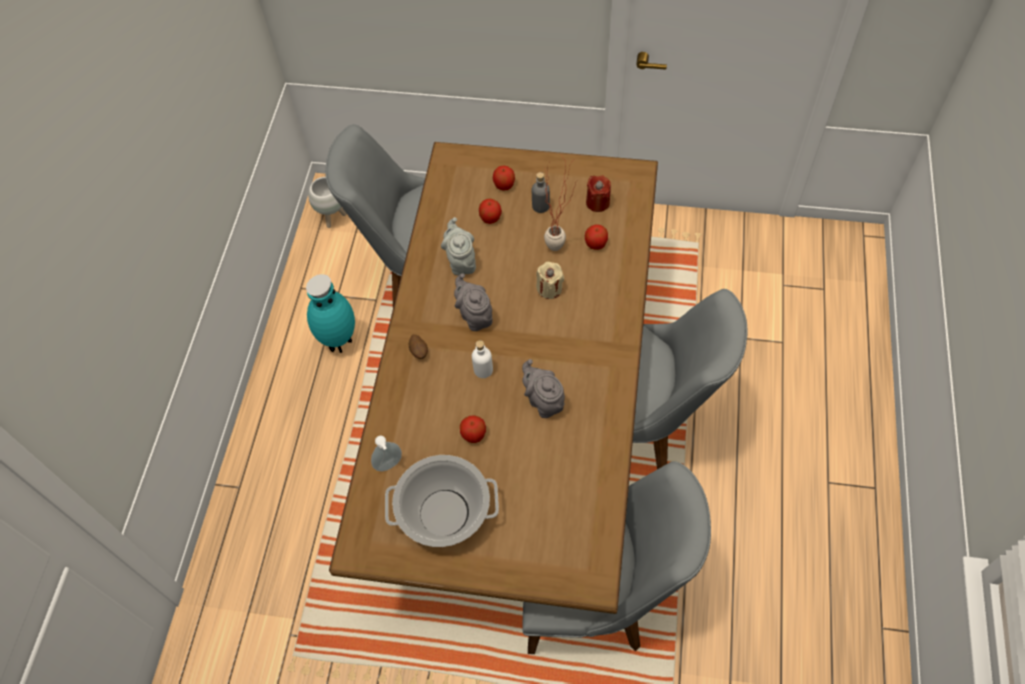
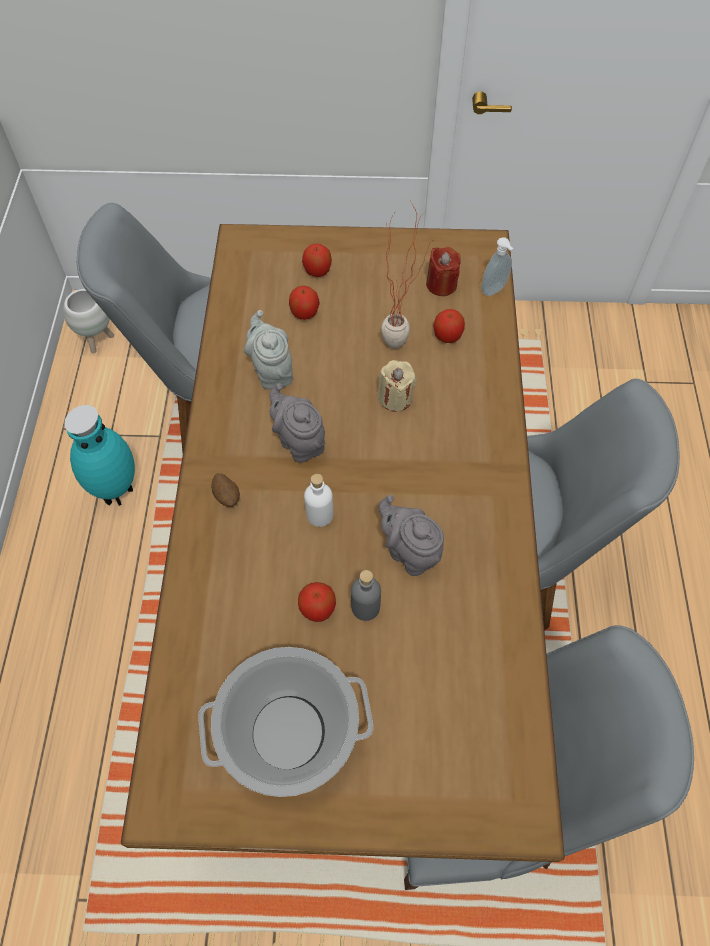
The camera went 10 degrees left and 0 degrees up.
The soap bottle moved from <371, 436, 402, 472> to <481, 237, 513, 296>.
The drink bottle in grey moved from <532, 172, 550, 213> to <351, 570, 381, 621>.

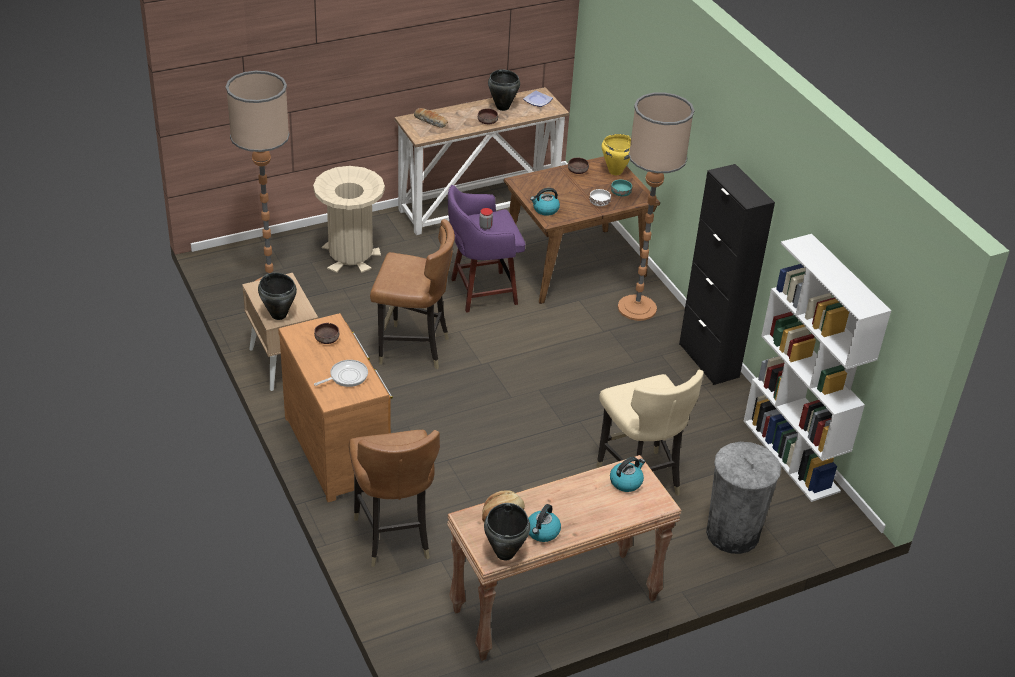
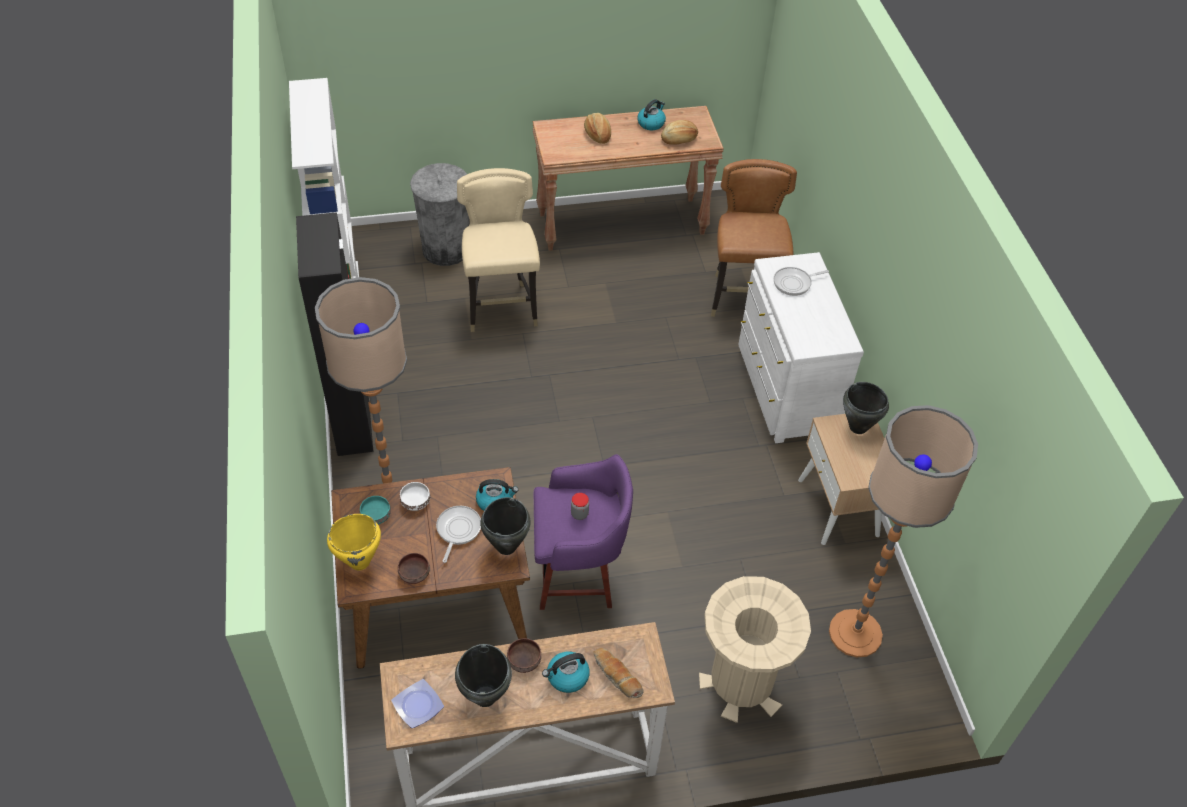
The camera went 165 degrees left and 10 degrees up.
The dresser in brown-coloured at <278, 313, 393, 502> became the dresser in white at <738, 252, 864, 443>.
The bowl in brown-coloured at <314, 323, 339, 344> disappeared.
The upright chair in brown-coloured at <370, 219, 455, 369> disappeared.
The stockpot in black moved from <484, 503, 530, 560> to <480, 497, 531, 555>.
The kettle moved from <610, 457, 645, 492> to <542, 652, 590, 693>.
The frying pan at <436, 506, 481, 563> appeared.
The bakery bread at <584, 113, 611, 144> appeared.

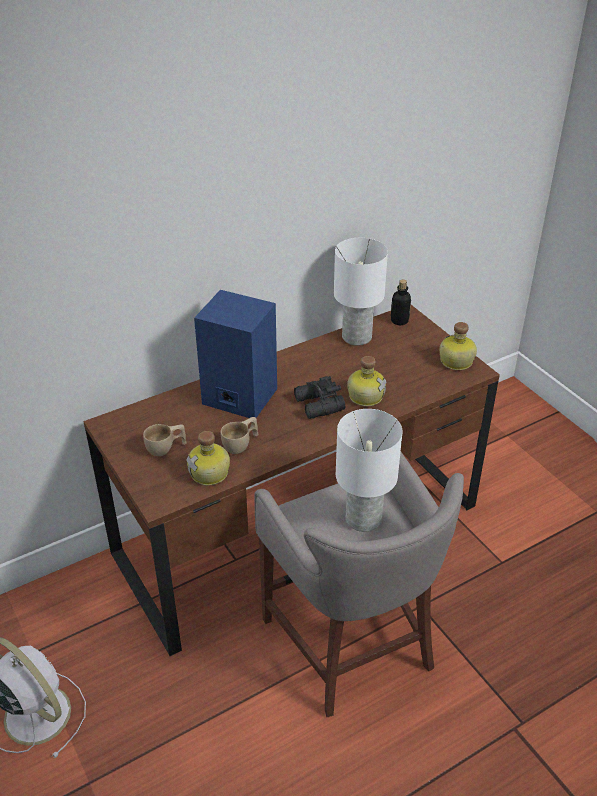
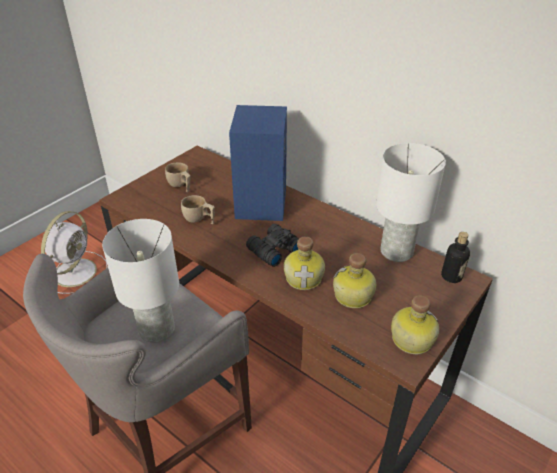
The camera went 70 degrees right and 0 degrees up.
The drink bottle moved from <186, 431, 230, 486> to <333, 253, 376, 308>.

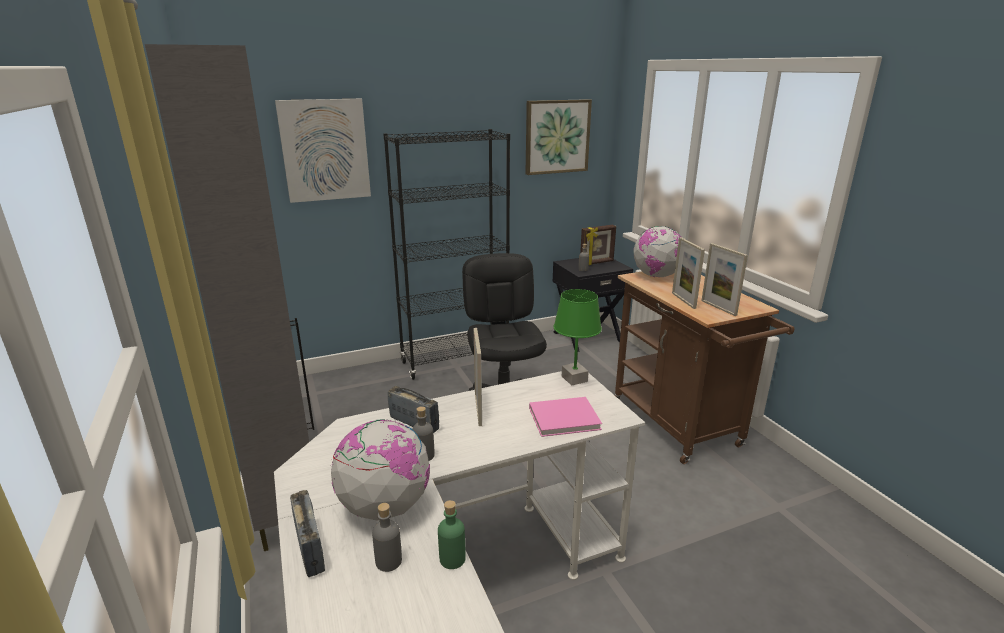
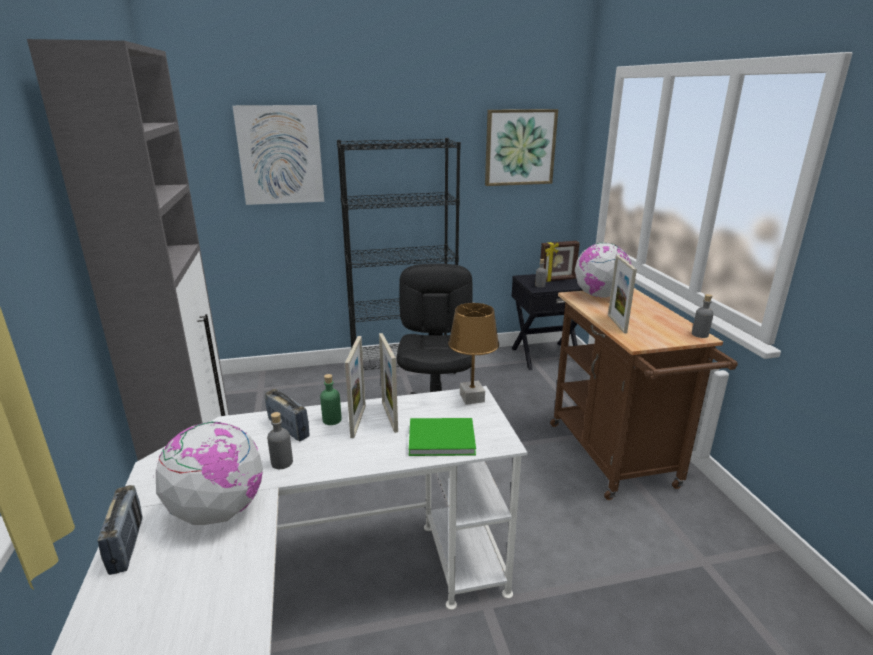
The camera went 10 degrees right and 0 degrees up.
The drink bottle in grey moved from <372, 503, 402, 572> to <692, 294, 714, 338>.
The drink bottle in green moved from <438, 500, 466, 569> to <320, 374, 342, 425>.
The volume in pink-coloured at <529, 397, 602, 437> became the volume in green at <409, 418, 476, 456>.
The tabletop lamp in green at <553, 289, 602, 386> became the tabletop lamp in brown-coloured at <448, 303, 499, 405>.
The picture frame moved from <701, 243, 748, 316> to <379, 333, 398, 433>.

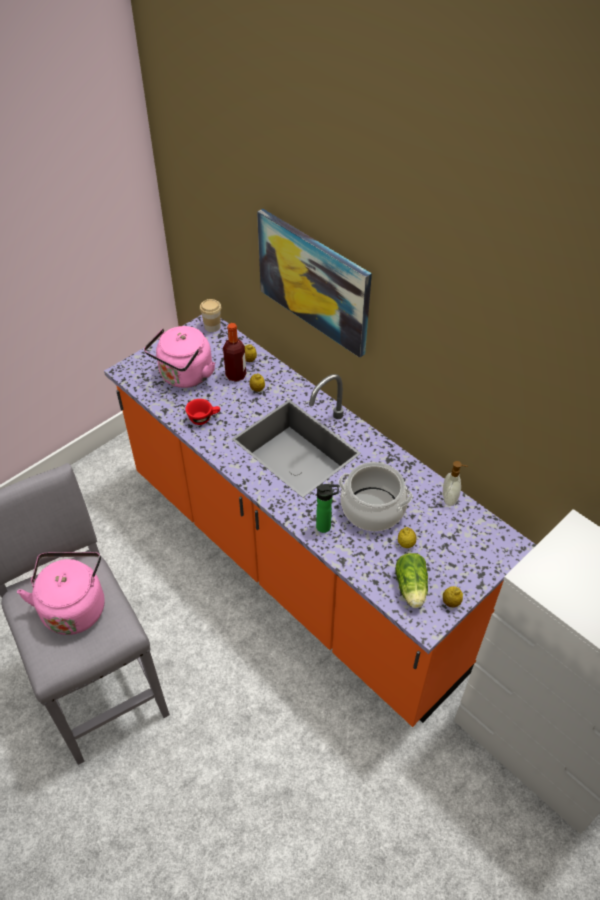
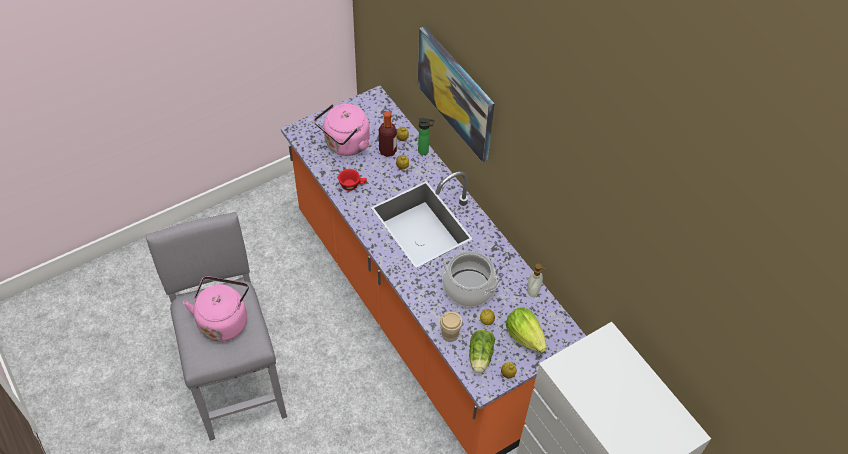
The camera went 10 degrees right and 5 degrees up.
The drinking cup moved from <200, 299, 221, 332> to <440, 312, 462, 342>.
The drink bottle moved from <316, 484, 339, 533> to <418, 118, 434, 155>.
The lettuce at <506, 307, 547, 353> appeared.

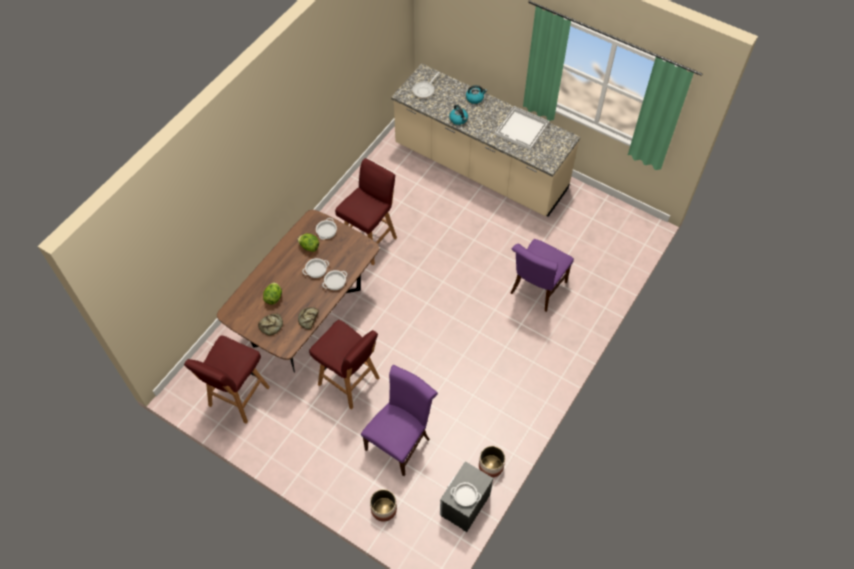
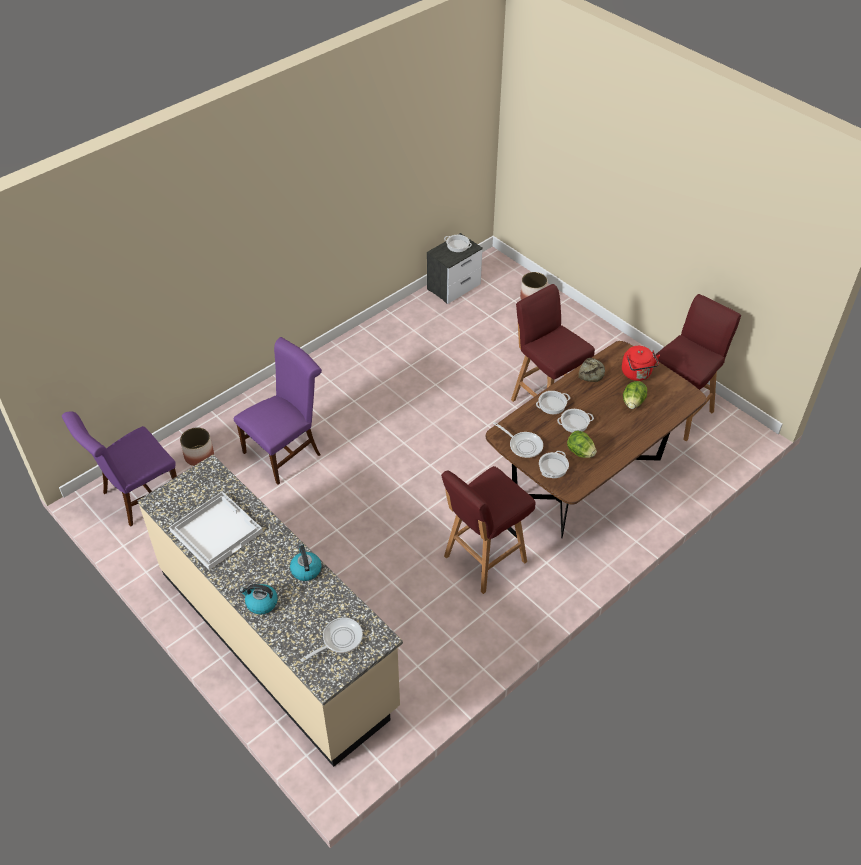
The camera went 165 degrees left and 10 degrees down.
The bakery bread at <258, 313, 283, 335> was replaced by the kettle in red-coloured at <622, 346, 660, 381>.
The upright chair in purple-coloured moved from <361, 365, 438, 476> to <62, 411, 177, 526>.
The planter moved from <479, 446, 505, 478> to <180, 427, 214, 466>.
The frying pan at <493, 422, 543, 458> appeared.

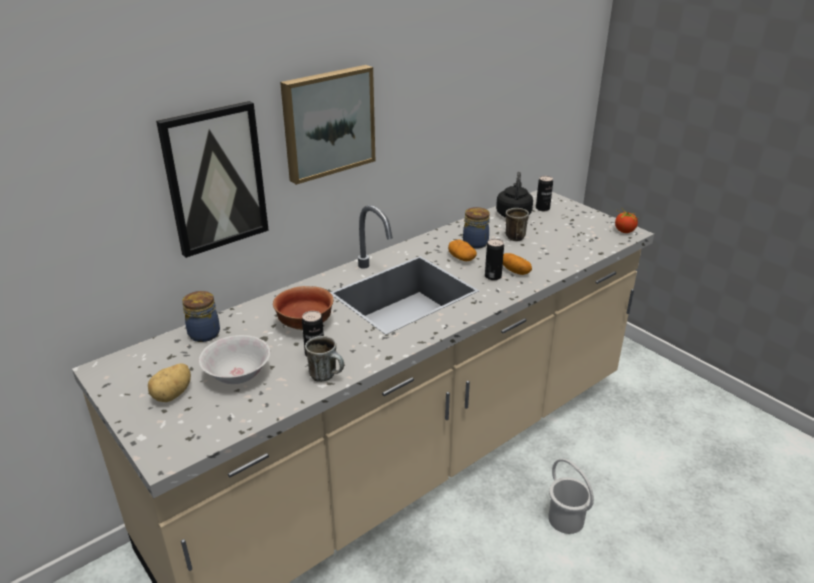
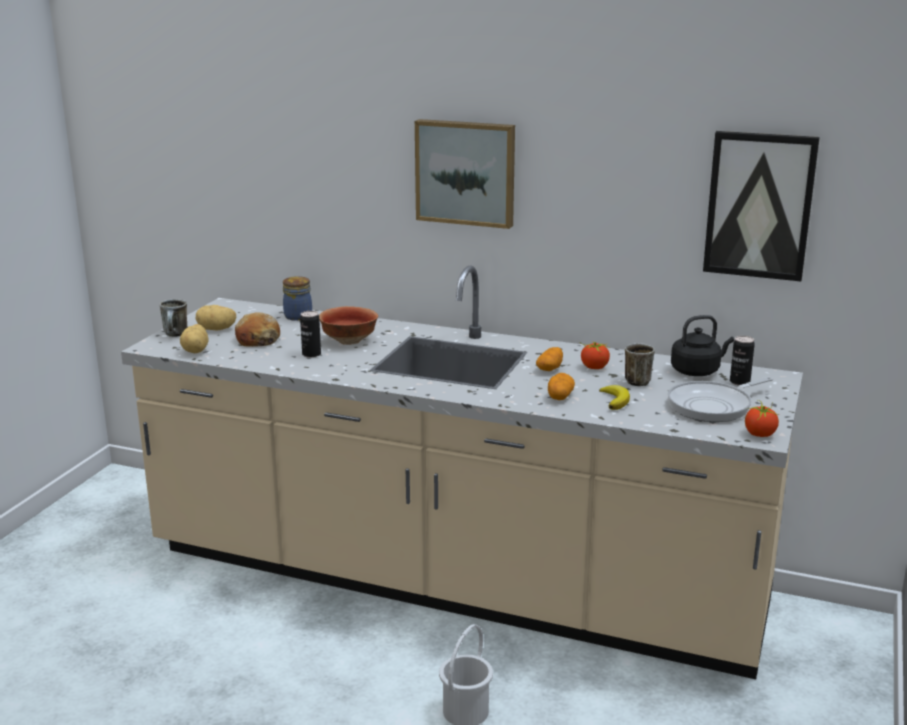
The camera went 60 degrees right and 10 degrees down.
The picture moved from <156, 101, 269, 258> to <703, 131, 820, 281>.
The bowl in white at <199, 335, 270, 384> was replaced by the bakery bread at <235, 312, 280, 347>.
The coffee mug moved from <305, 336, 344, 382> to <160, 299, 187, 337>.
The jar at <463, 207, 490, 249> was replaced by the fresh tomato at <581, 342, 611, 369>.
The sealed can at <485, 239, 504, 280> disappeared.
The whole potato at <180, 324, 209, 353> appeared.
The banana fruit at <599, 385, 630, 410> appeared.
The frying pan at <668, 377, 773, 422> appeared.

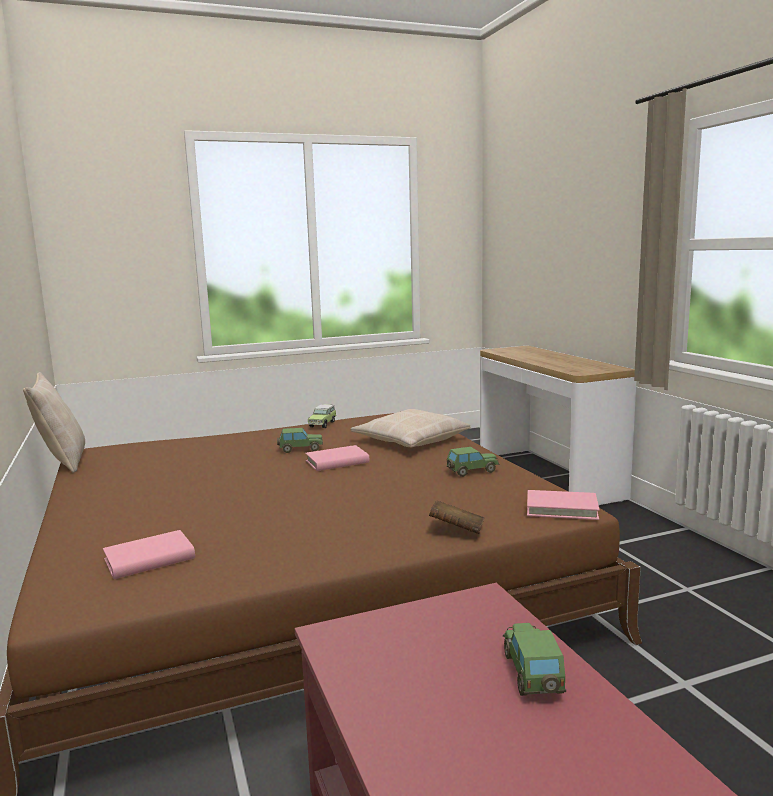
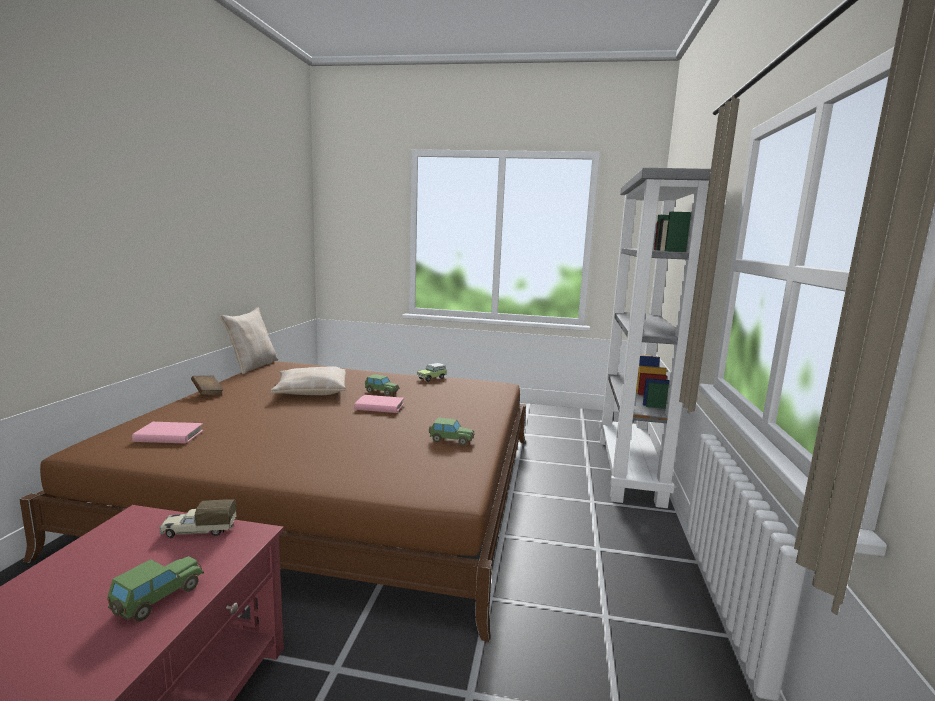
The camera went 30 degrees right and 0 degrees up.
The pillow in sand-coloured moved from <351, 409, 470, 447> to <270, 367, 346, 395>.
The volume in brown-coloured moved from <429, 501, 484, 534> to <191, 376, 223, 395>.
The narrow table at <480, 345, 636, 505> was replaced by the bookcase in grey at <599, 168, 711, 508>.
The volume in pink-coloured at <527, 490, 600, 520> disappeared.
The toy truck at <159, 499, 236, 538> appeared.

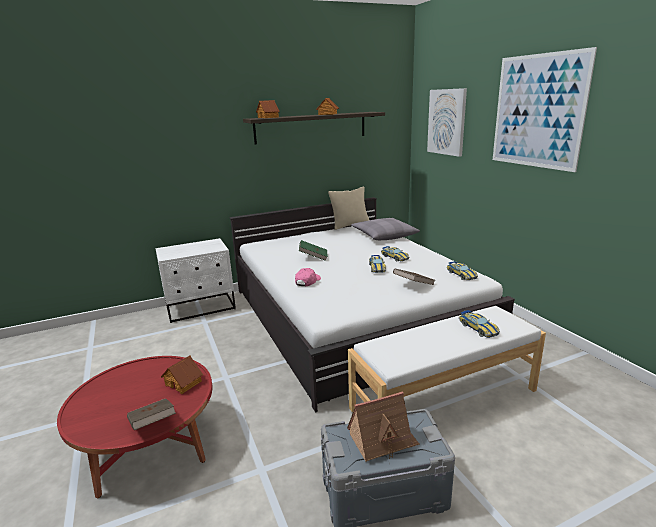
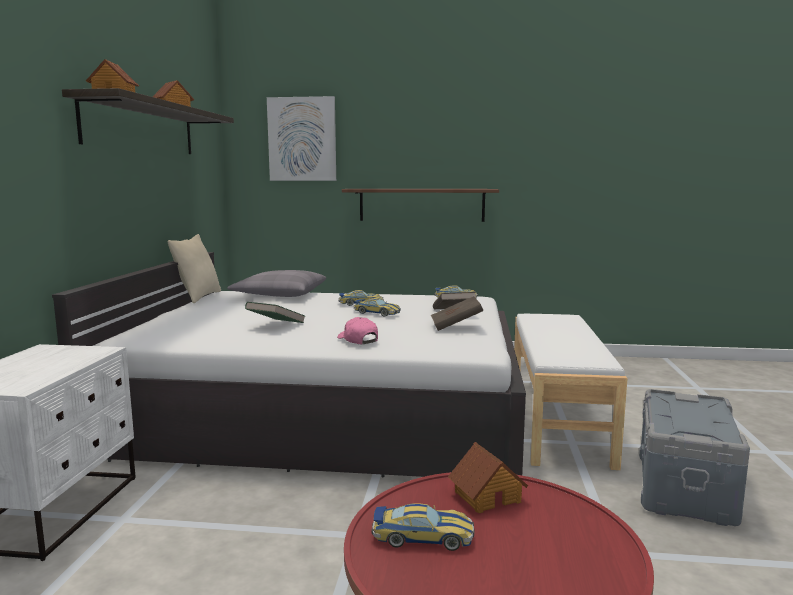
The camera went 60 degrees left and 10 degrees down.
The volume in brown-coloured moved from <127, 398, 176, 430> to <431, 296, 483, 331>.
The toy house at <347, 392, 419, 462> disappeared.
The toy car moved from <459, 310, 500, 338> to <371, 503, 475, 551>.
The picture at <493, 47, 597, 172> disappeared.
The shelf in brown-coloured at <342, 189, 499, 222> appeared.

